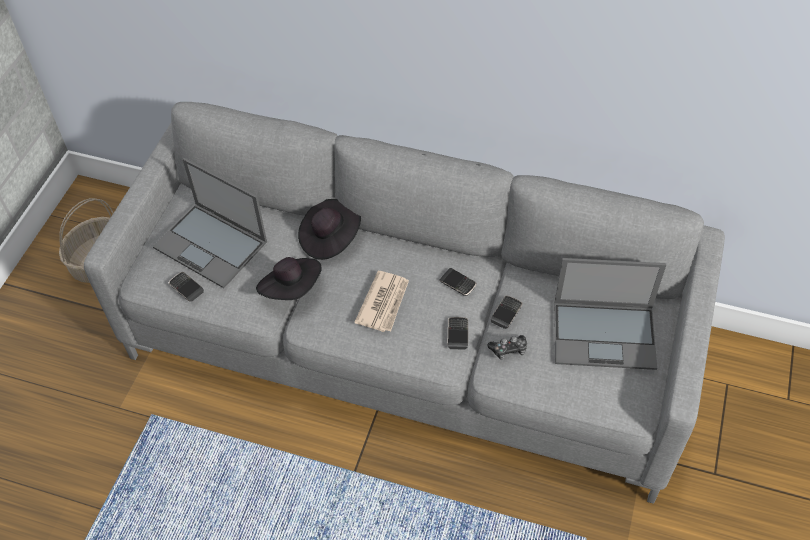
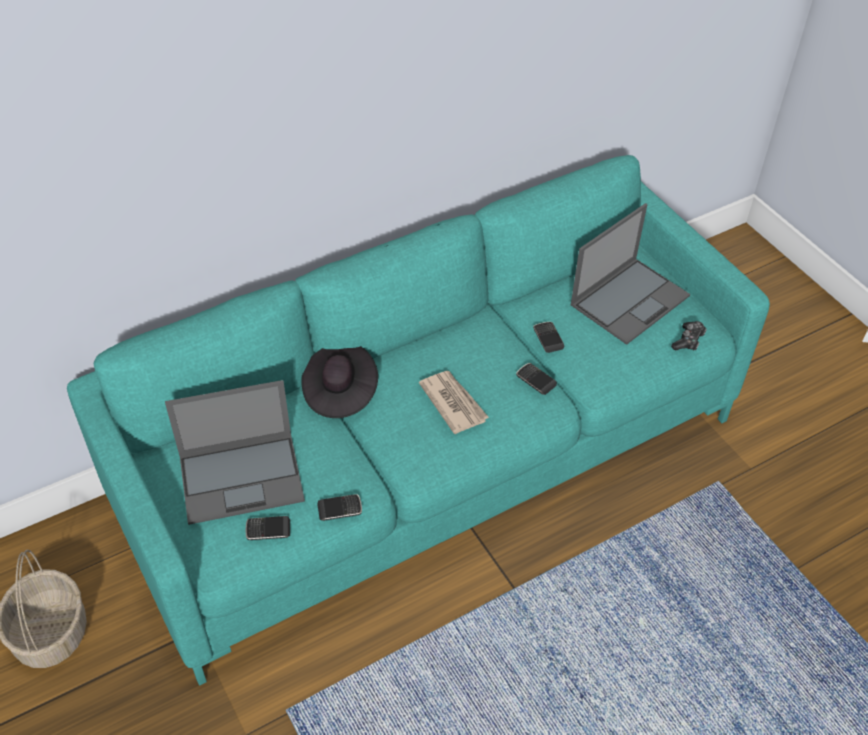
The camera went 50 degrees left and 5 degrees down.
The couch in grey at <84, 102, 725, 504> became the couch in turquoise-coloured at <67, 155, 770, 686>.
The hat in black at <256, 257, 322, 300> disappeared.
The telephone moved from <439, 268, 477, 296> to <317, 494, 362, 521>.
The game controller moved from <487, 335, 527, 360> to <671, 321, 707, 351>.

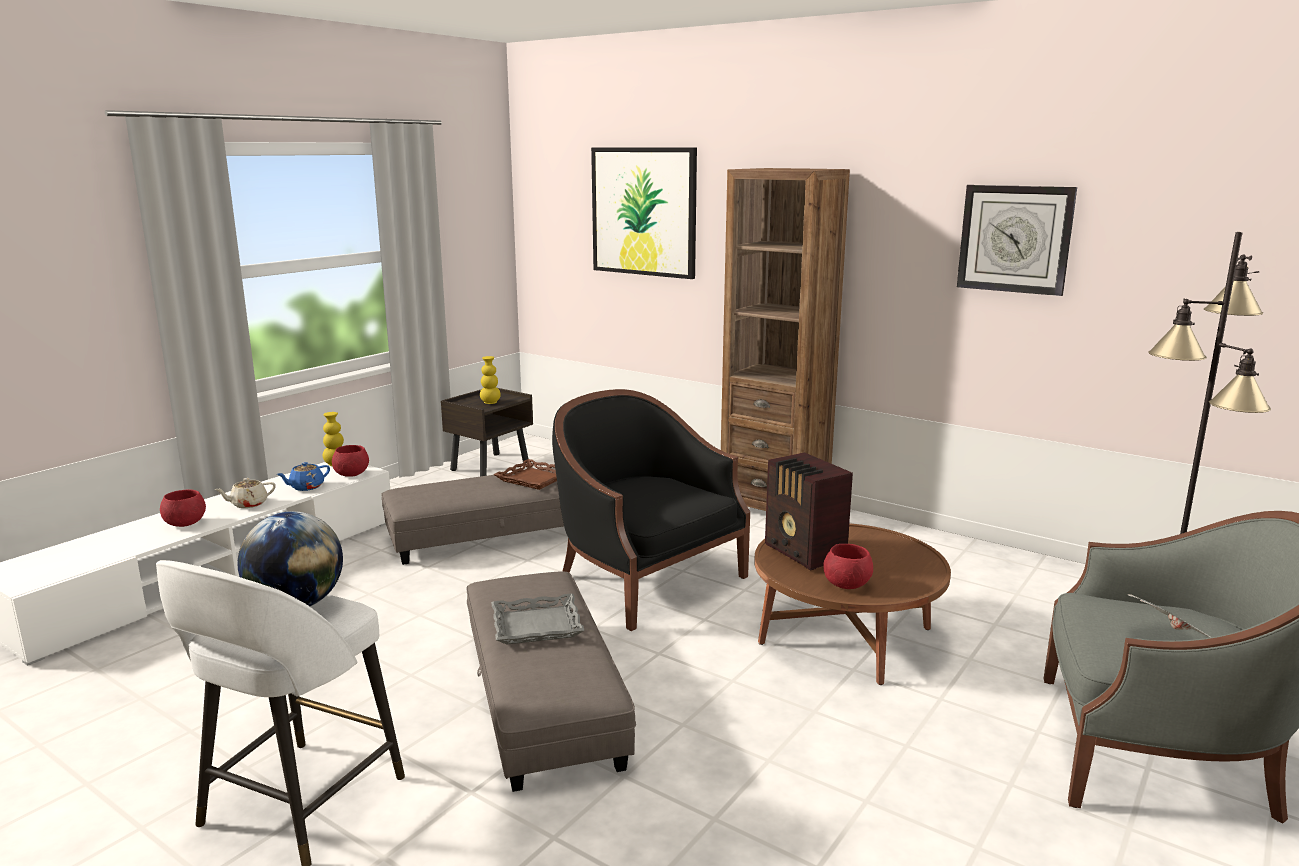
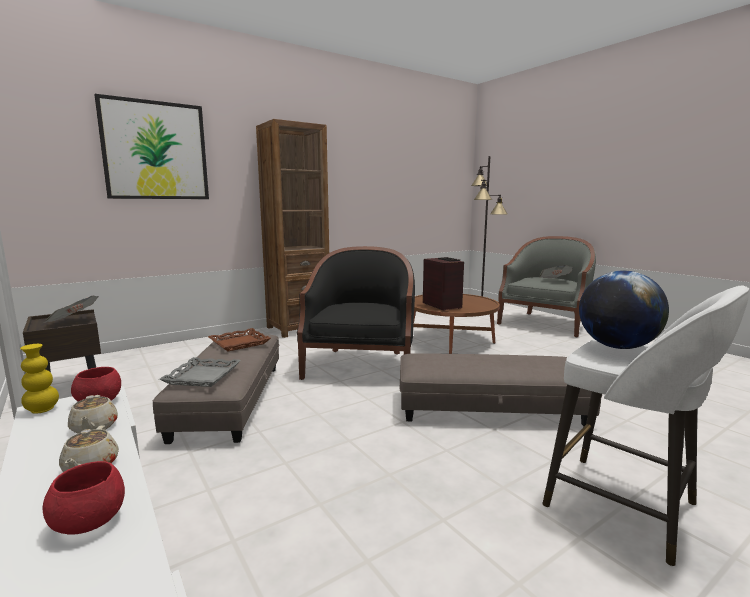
The camera went 70 degrees left and 5 degrees down.
The teapot in blue at <277, 462, 330, 491> became the teapot in sand-coloured at <68, 395, 118, 433>.
The vase in yellowish at <480, 356, 501, 404> was replaced by the daily paper at <43, 295, 99, 323>.
The carrying tray in grey moved from <491, 593, 585, 645> to <159, 357, 241, 387>.
The lounge chair in black at <552, 389, 750, 631> turned 120 degrees clockwise.
The radio set at <765, 452, 853, 571> turned 105 degrees counterclockwise.
The bowl in red-coloured at <823, 544, 873, 589> disappeared.
The clock on the wall at <957, 185, 1077, 296> disappeared.

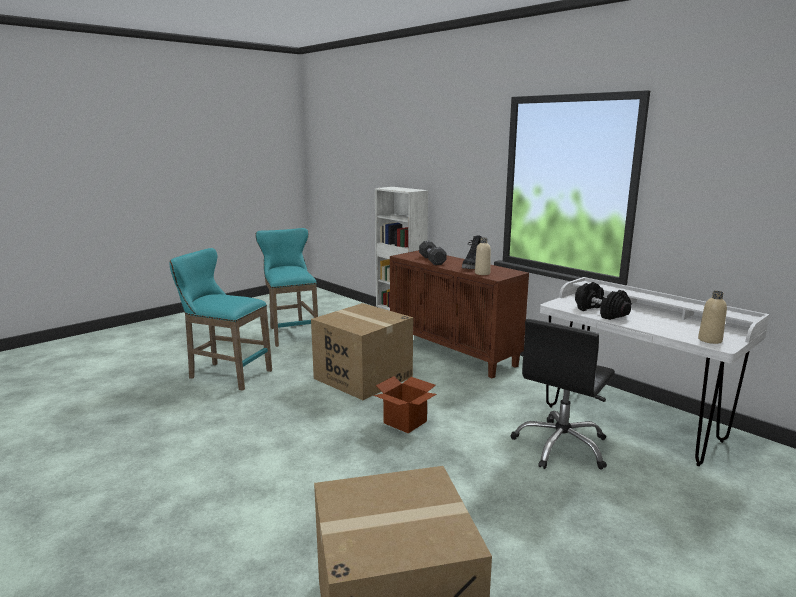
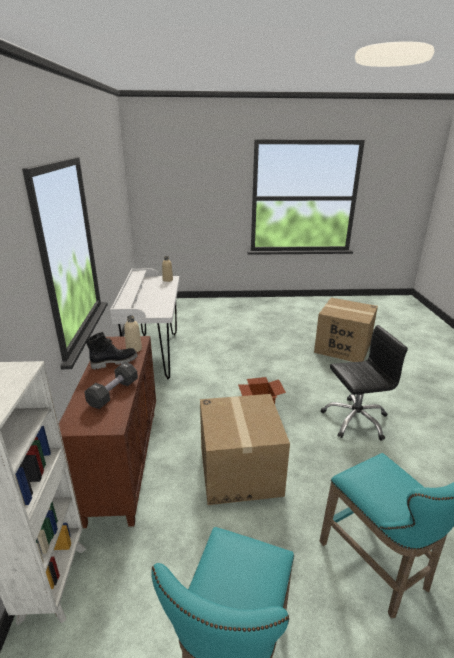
The camera went 140 degrees left and 10 degrees up.
The desk chair in black moved from <511, 319, 615, 469> to <321, 325, 408, 441>.
The free weight in black at <575, 282, 632, 320> disappeared.

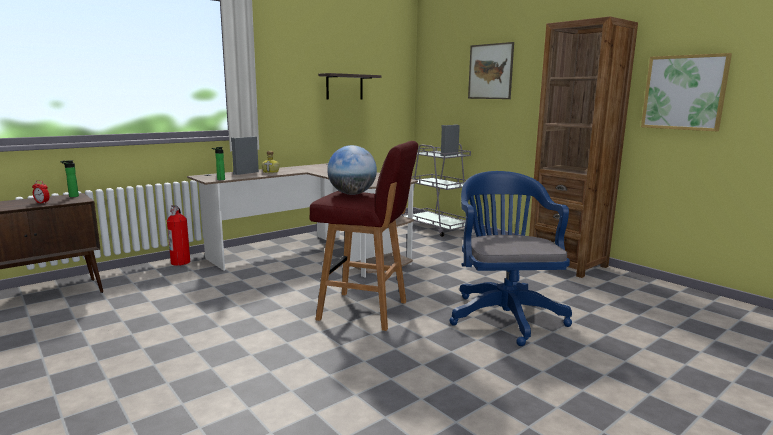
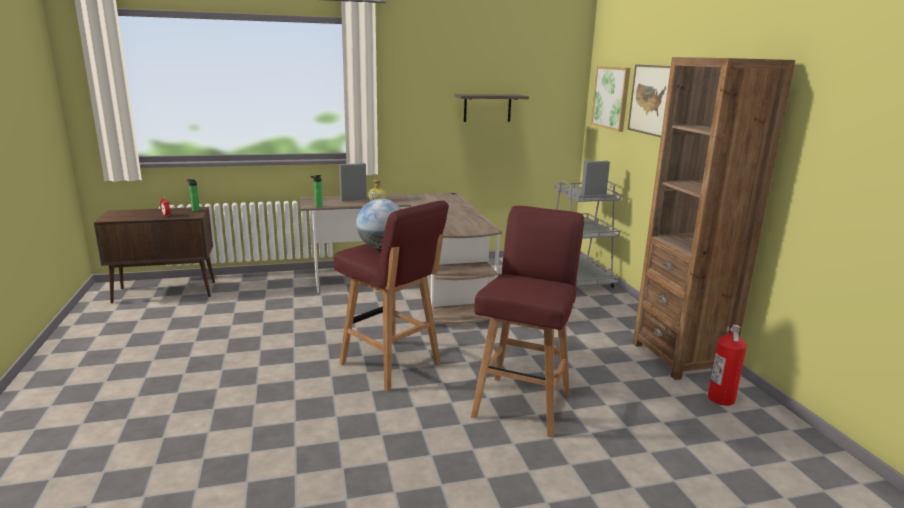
The camera went 25 degrees right and 5 degrees up.
The extinguisher moved from <167, 205, 190, 266> to <708, 324, 747, 406>.
The desk chair in blue at <449, 171, 572, 346> was replaced by the sitting stool in red-coloured at <471, 206, 584, 438>.
The picture moved from <641, 53, 732, 131> to <591, 66, 630, 132>.

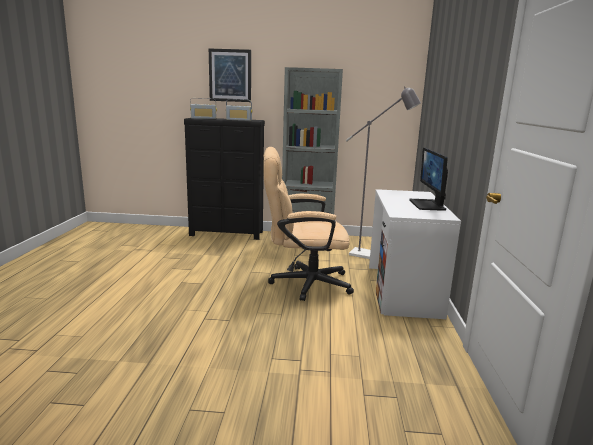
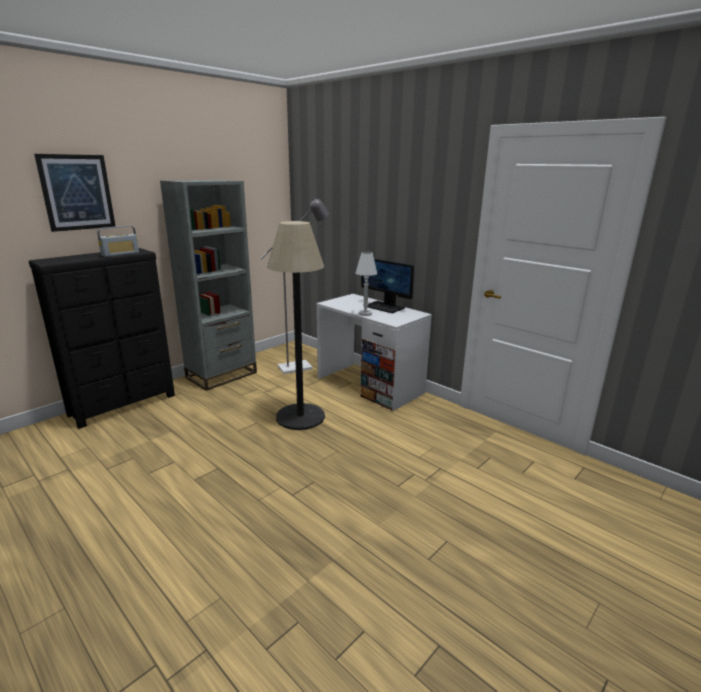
The camera went 50 degrees left and 5 degrees up.
The radio set at <190, 98, 217, 119> disappeared.
The desk chair in sand-coloured at <263, 147, 354, 301> was replaced by the floor lamp at <267, 221, 325, 430>.
The tabletop lamp in white at <355, 252, 378, 316> appeared.

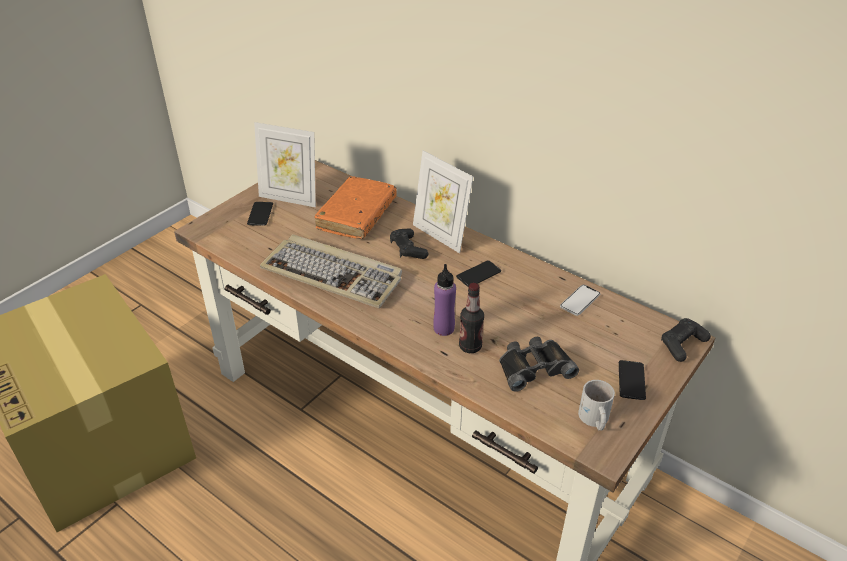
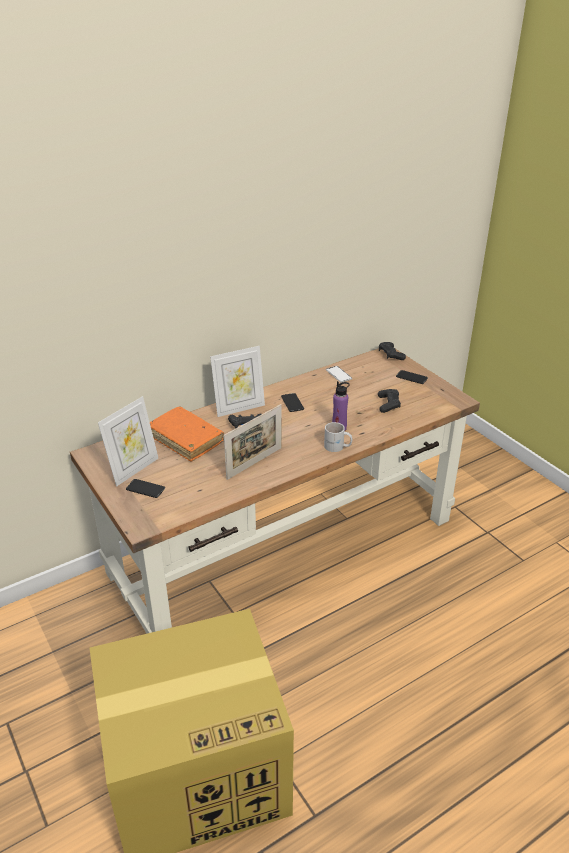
The camera went 70 degrees left and 5 degrees down.
The computer keyboard at <260, 234, 402, 308> was replaced by the picture frame at <224, 404, 282, 480>.
The drink bottle at <459, 283, 484, 353> disappeared.
The field glasses in black at <499, 337, 579, 392> was replaced by the game controller in black at <378, 389, 401, 413>.
The coffee mug in white moved from <578, 380, 615, 431> to <324, 422, 353, 452>.

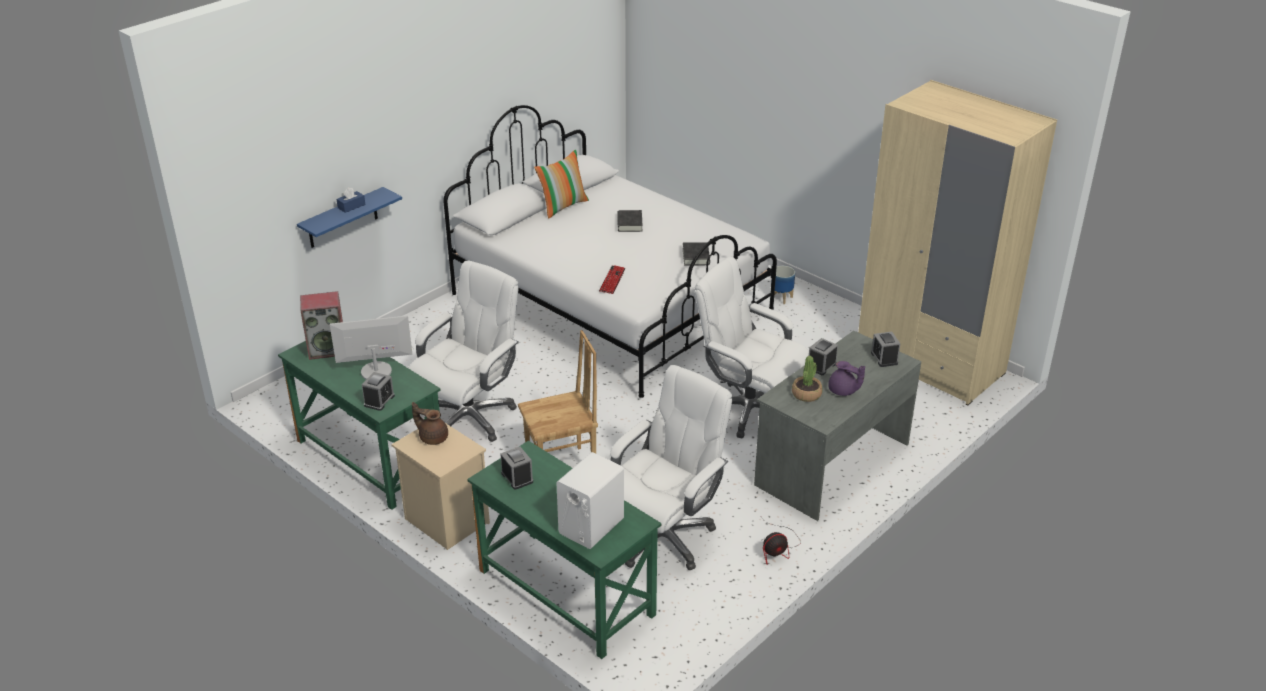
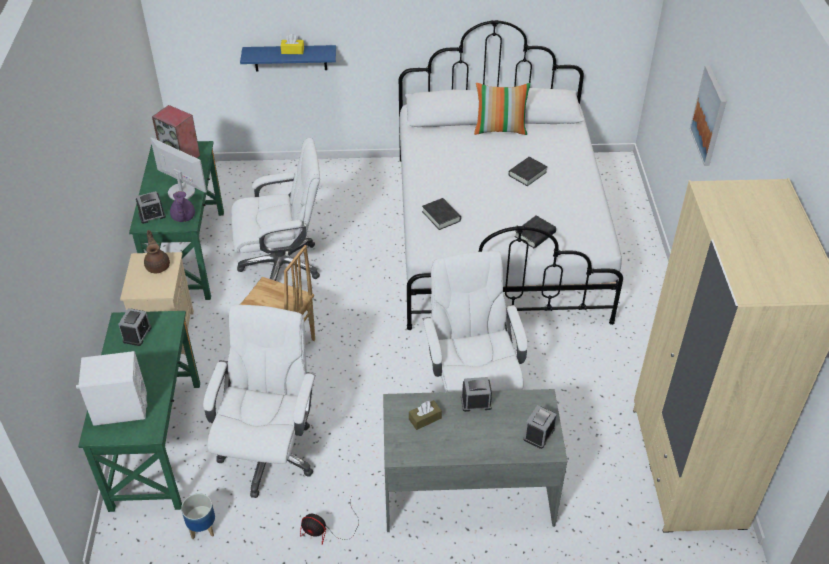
The camera went 45 degrees right and 10 degrees up.
The tissue box in blue at <337, 188, 365, 213> became the tissue box in yellowish at <281, 34, 304, 54>.
The computer keyboard at <599, 265, 626, 294> was replaced by the volume in black at <422, 198, 461, 230>.
The desk chair in white at <610, 365, 732, 570> turned 75 degrees counterclockwise.
The planter moved from <771, 266, 795, 304> to <181, 493, 215, 539>.
The plant in a pot at <792, 356, 822, 402> was replaced by the tissue box in brown-coloured at <409, 400, 442, 430>.
The teapot in purple-coloured moved from <828, 361, 865, 396> to <170, 191, 195, 222>.
The picture at <690, 65, 727, 166> appeared.

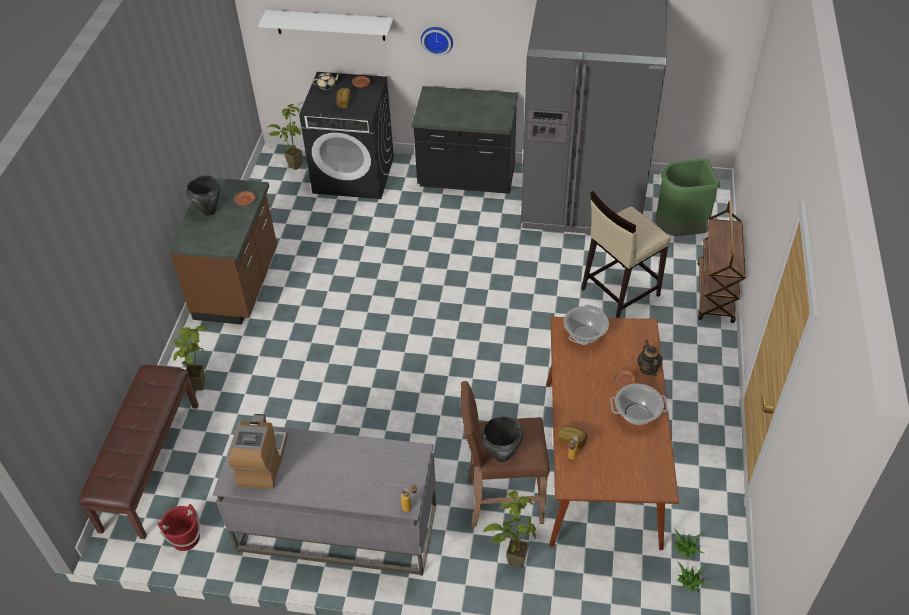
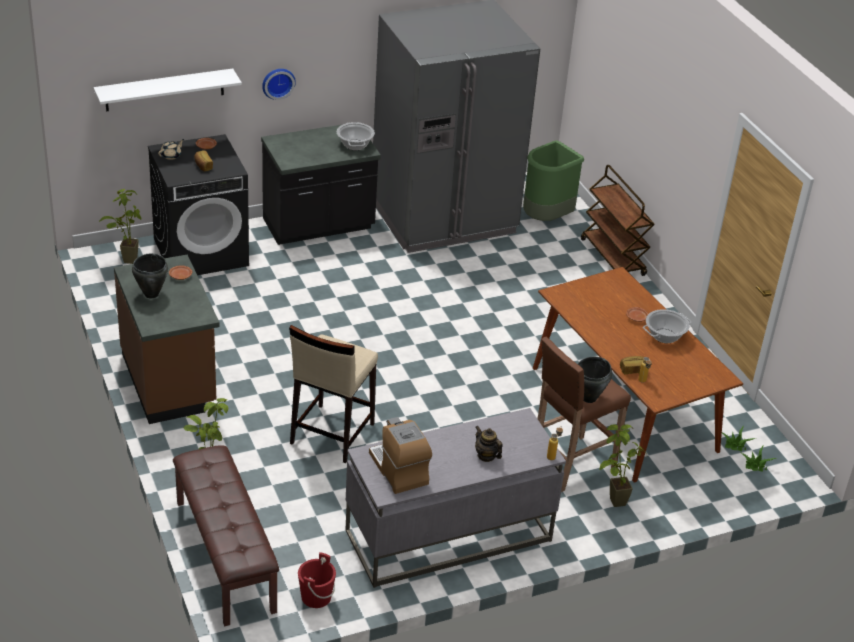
The camera went 35 degrees left and 10 degrees down.
The stockpot moved from <564, 304, 609, 345> to <337, 122, 375, 150>.
The sitting stool in sand-coloured moved from <581, 191, 670, 318> to <289, 325, 378, 463>.
The teapot moved from <637, 340, 663, 376> to <475, 426, 503, 462>.

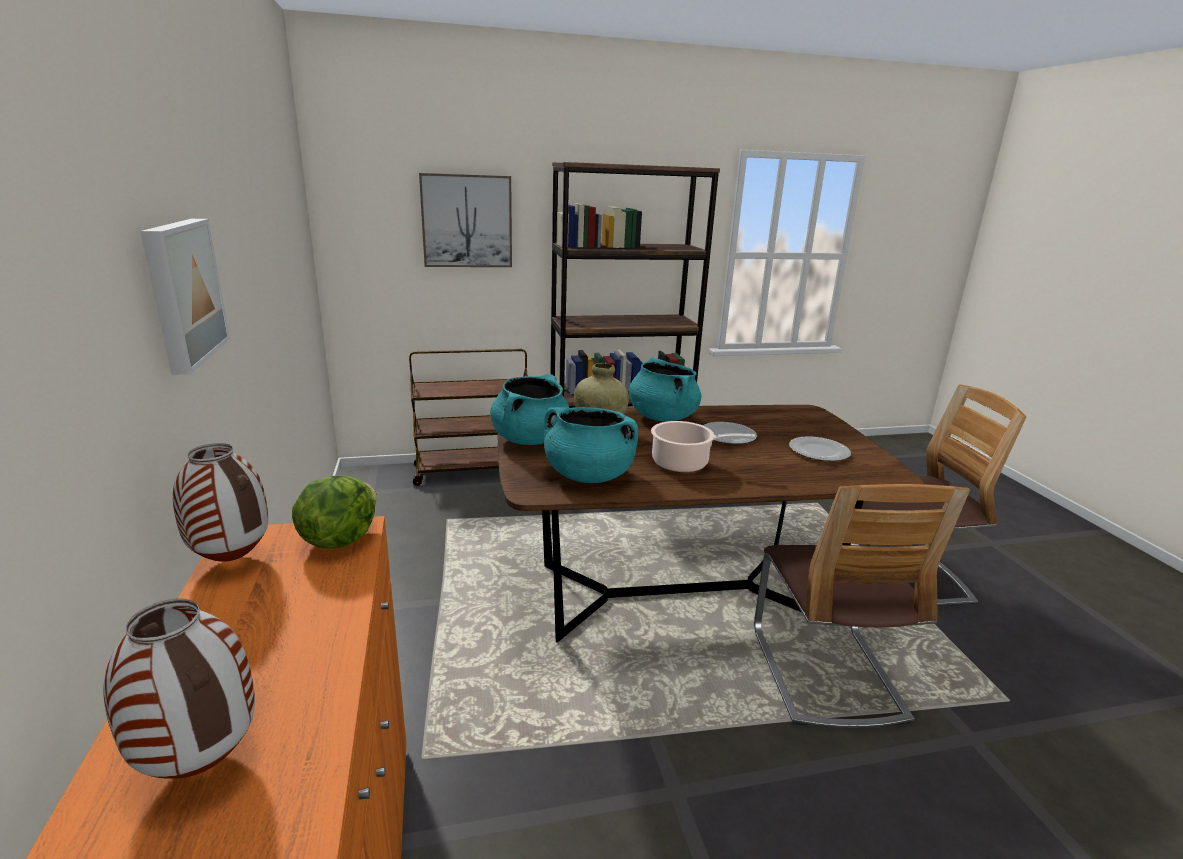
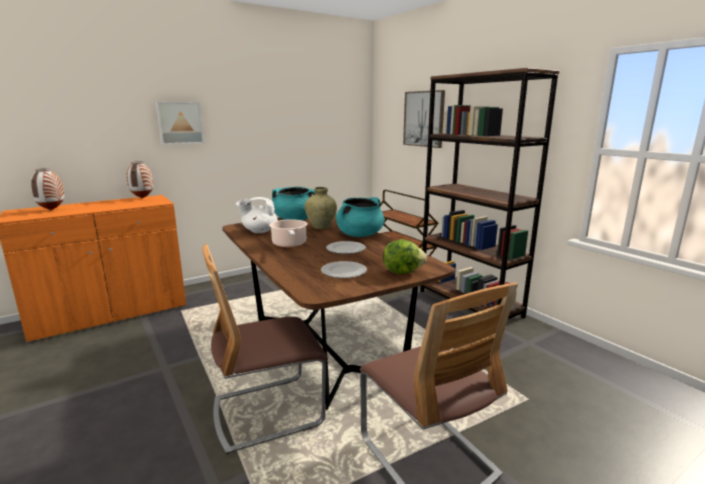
The camera went 70 degrees right and 5 degrees down.
The lettuce moved from <292, 476, 377, 548> to <383, 239, 427, 274>.
The stockpot in turquoise-coloured at <544, 407, 639, 483> was replaced by the teapot in white at <236, 197, 278, 233>.

